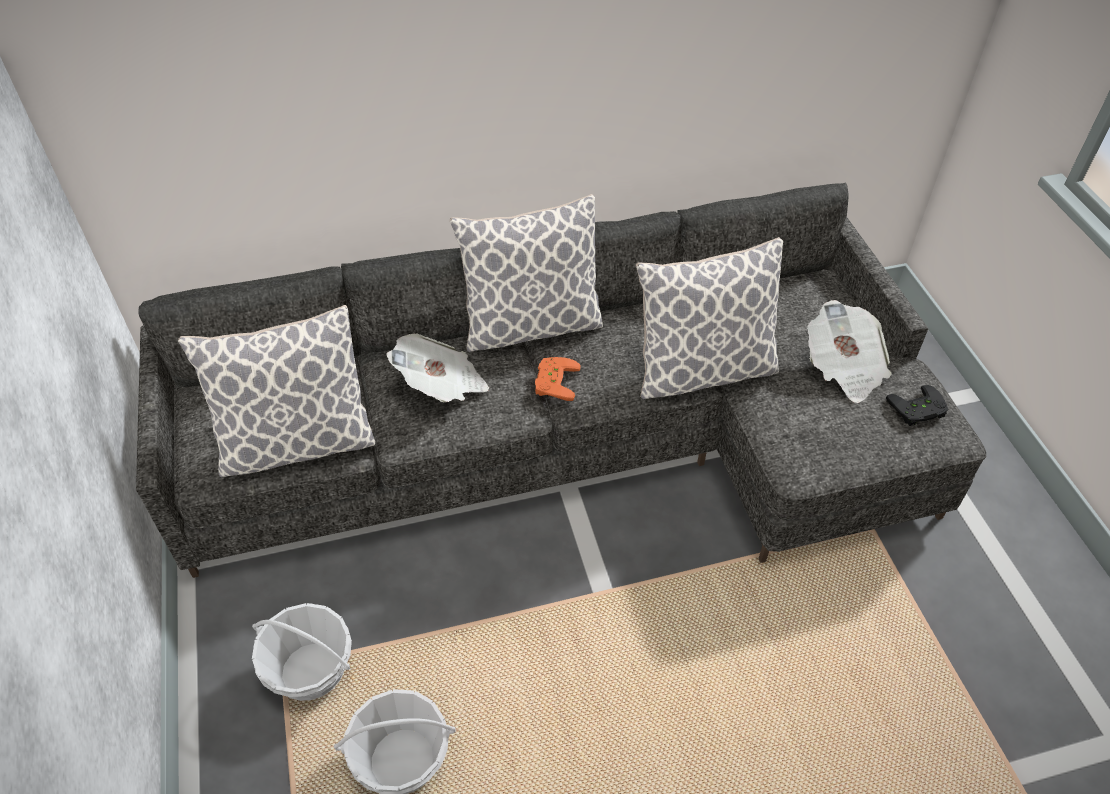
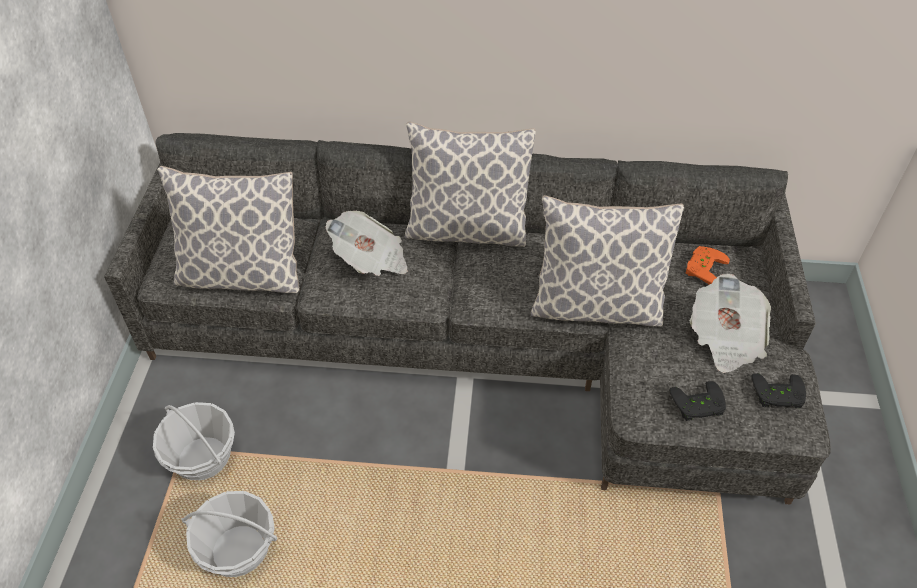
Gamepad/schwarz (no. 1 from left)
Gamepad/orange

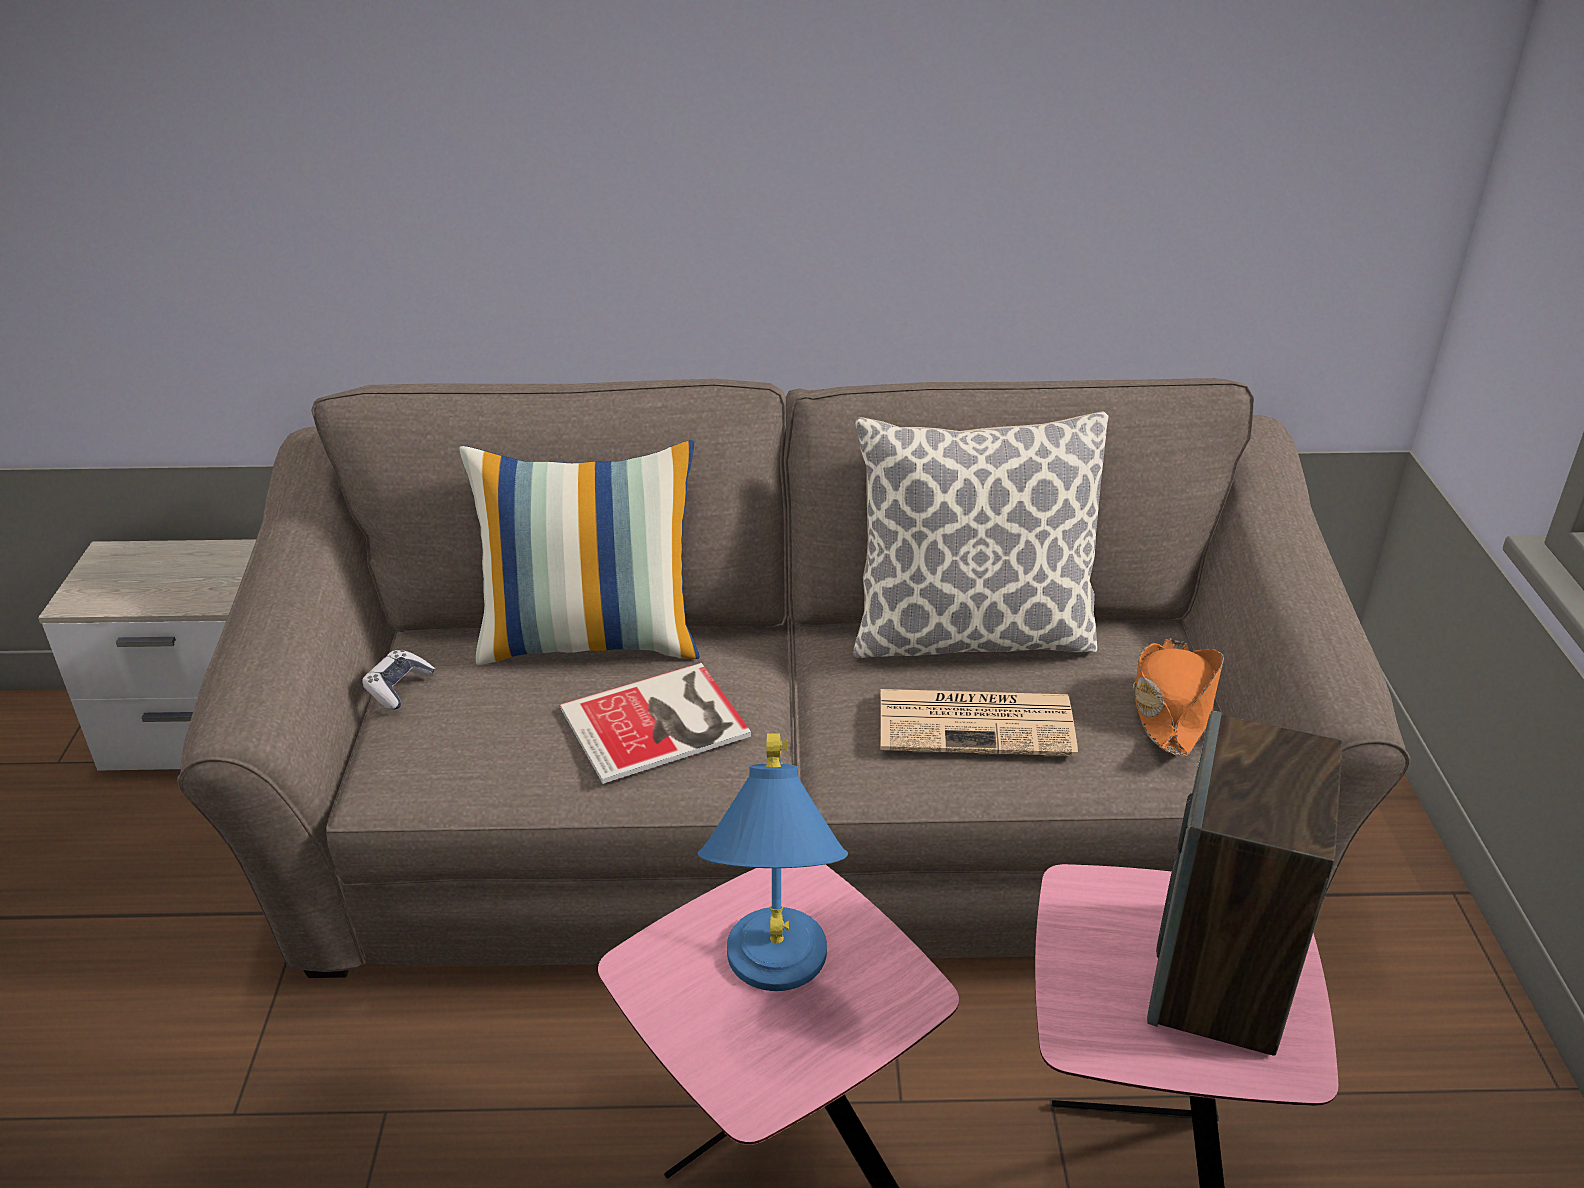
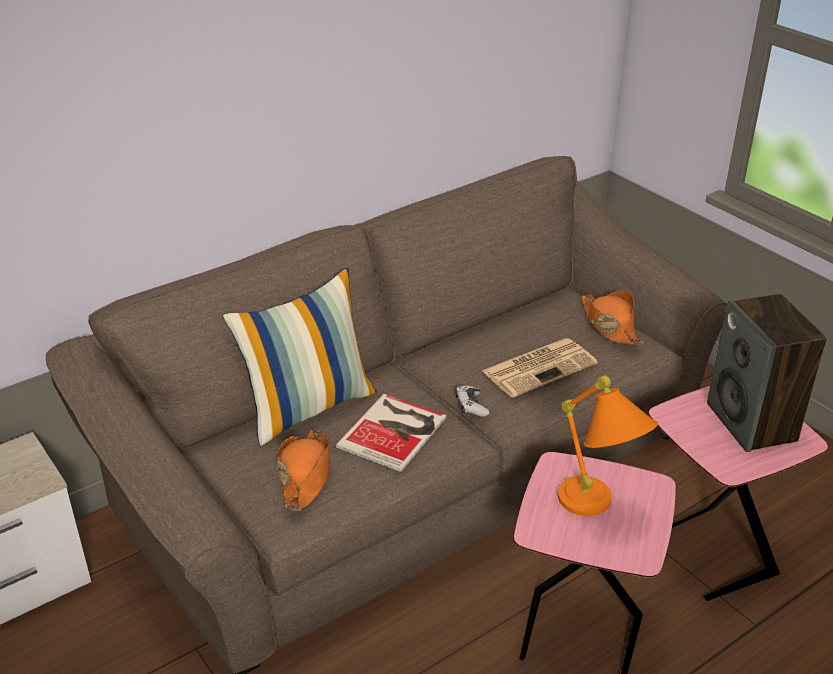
Kissen (no. 2 from left in the first image)
Hut/orange (no. 1 from left)
Gamepad
Tischlampe/orange

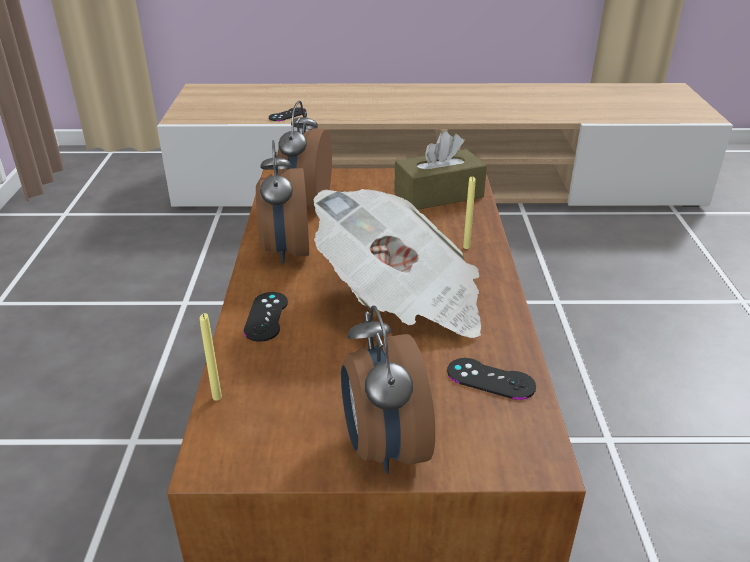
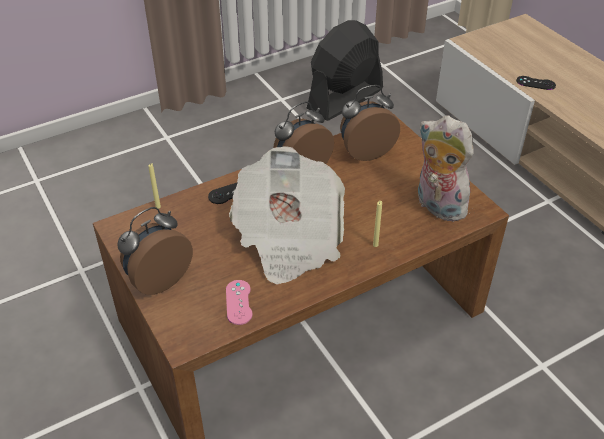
Ventilator/schwarz
Plüschtier
Gamepad/rosa

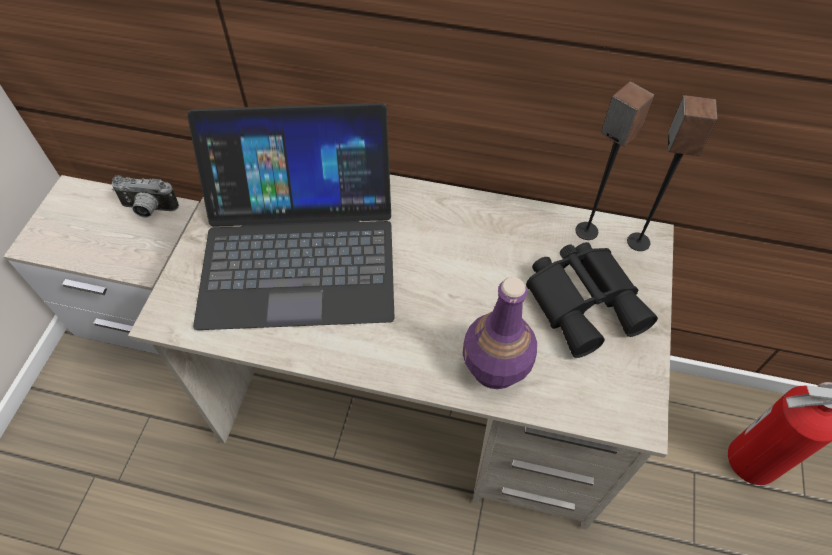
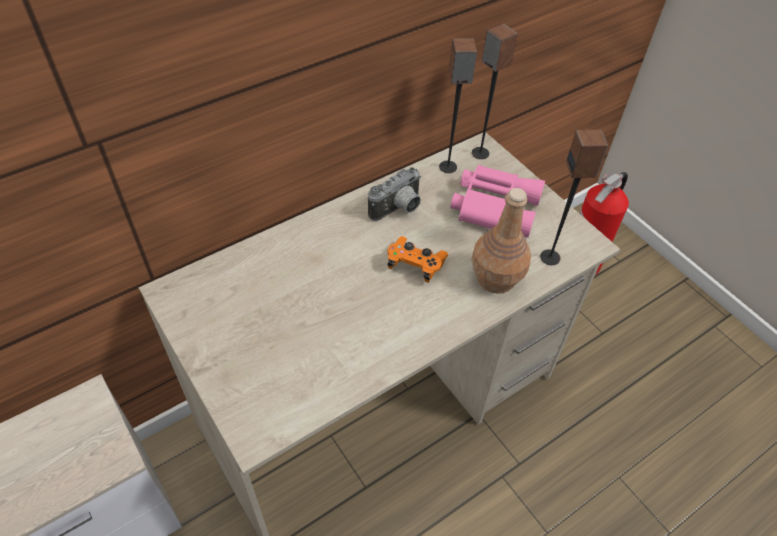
Laptop
Gamepad/orange
Lautsprecher (no. 3 from left)
Kamera
Flasche/braun
Fernglas/rosa

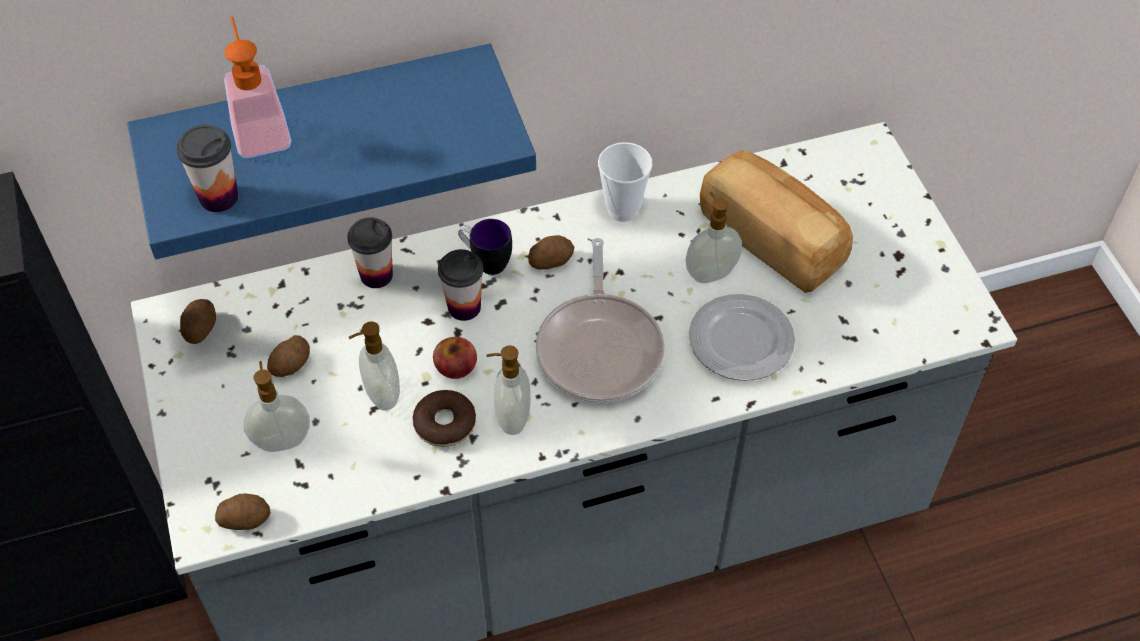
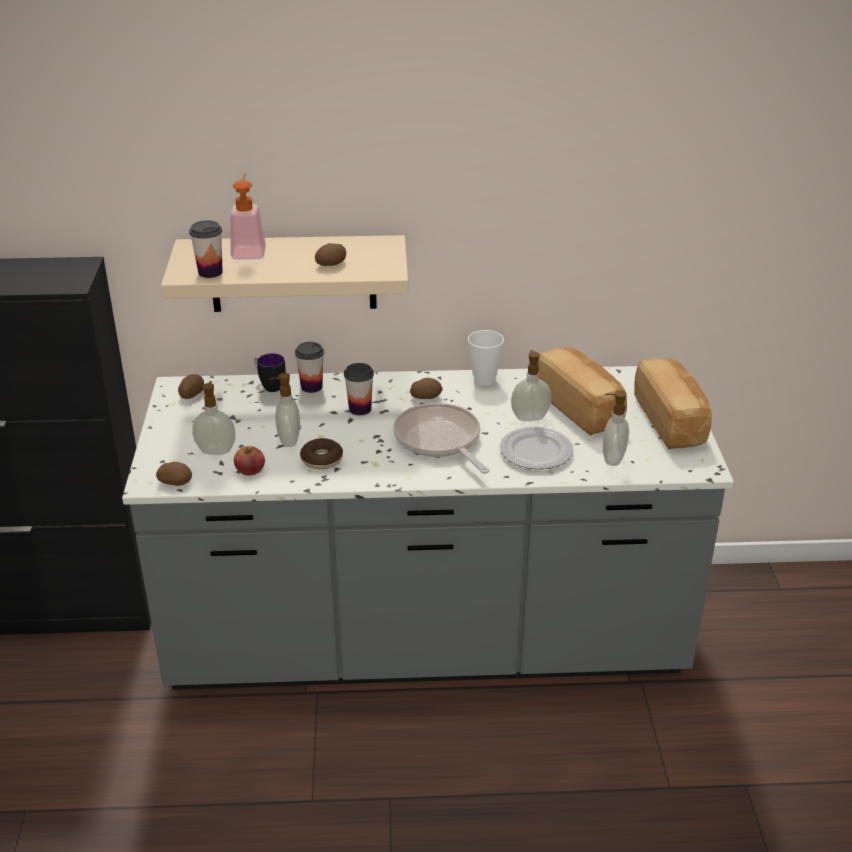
Brot (no. 2 from left)
Kartoffel (no. 3 from left)
Apfel
Henkelbecher
Seifenspender (no. 5 from left)
Wandregal/beige
Pfanne

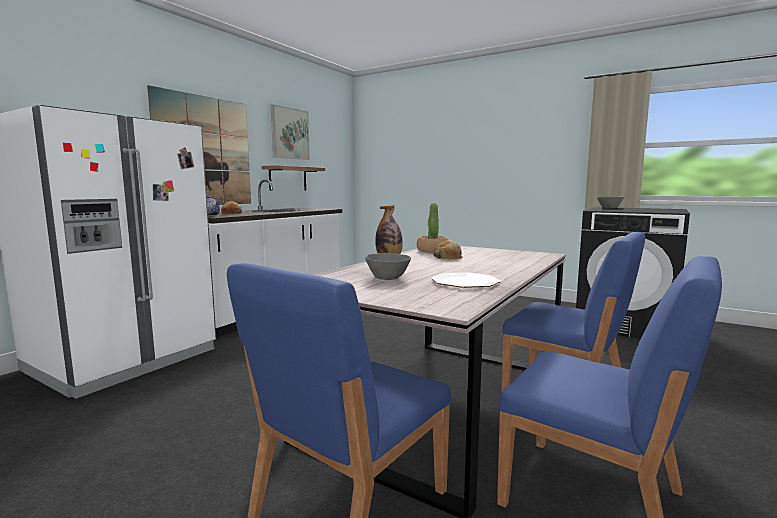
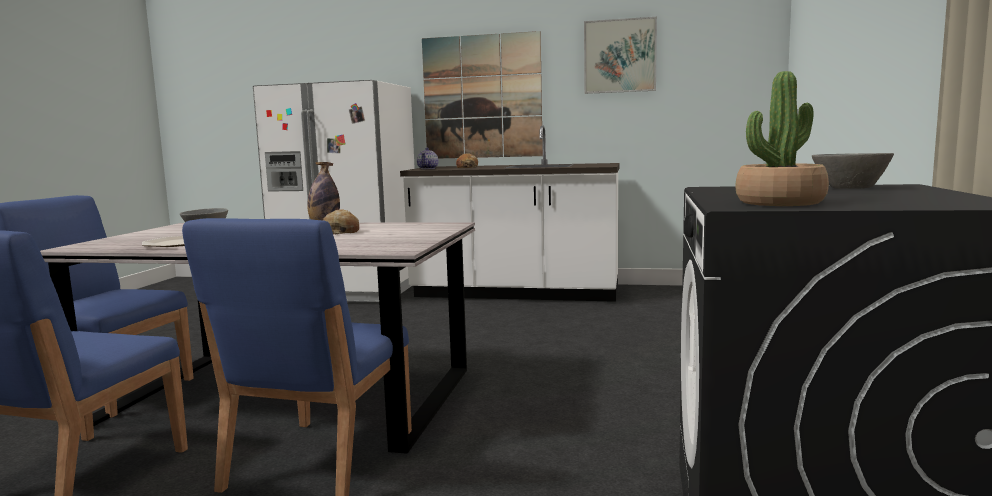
Wandregal
Topfpflanze

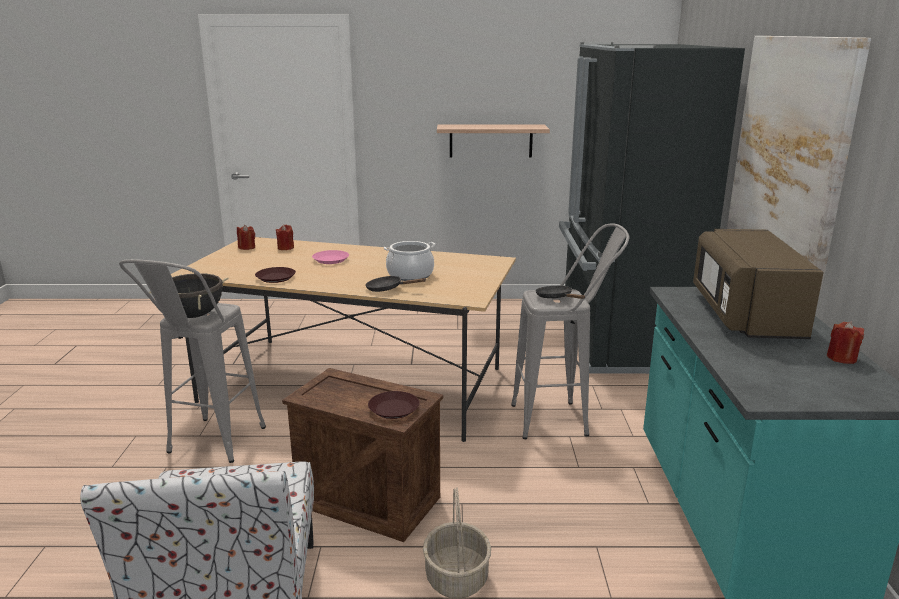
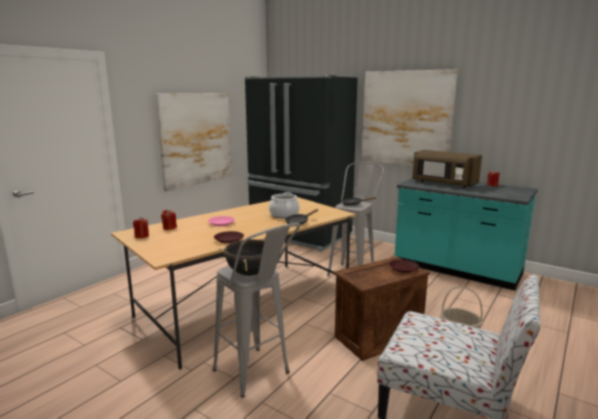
Bild (no. 1 from left)

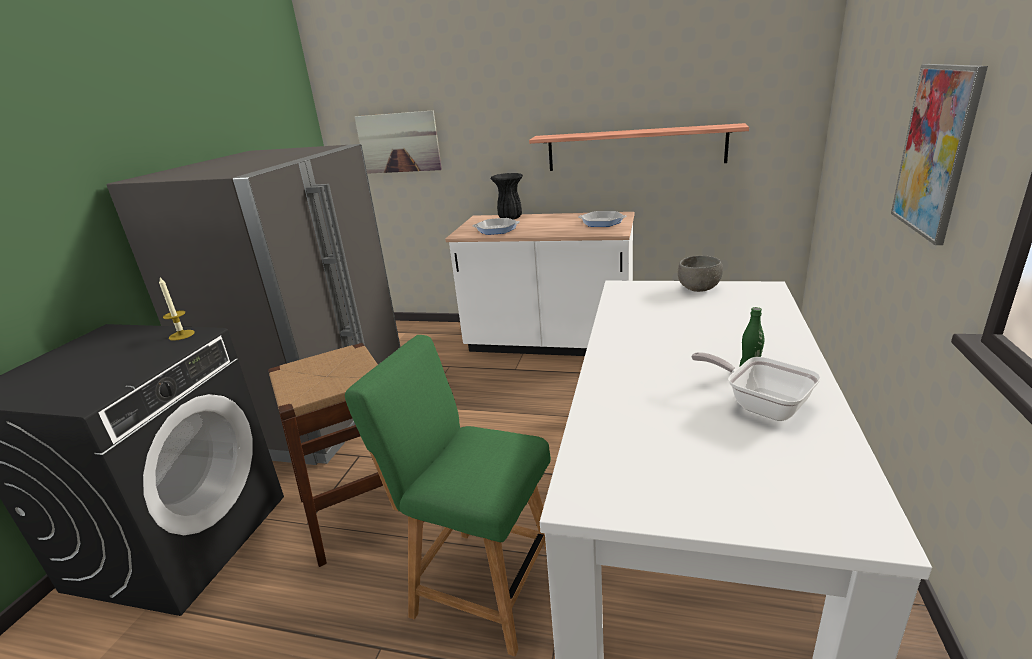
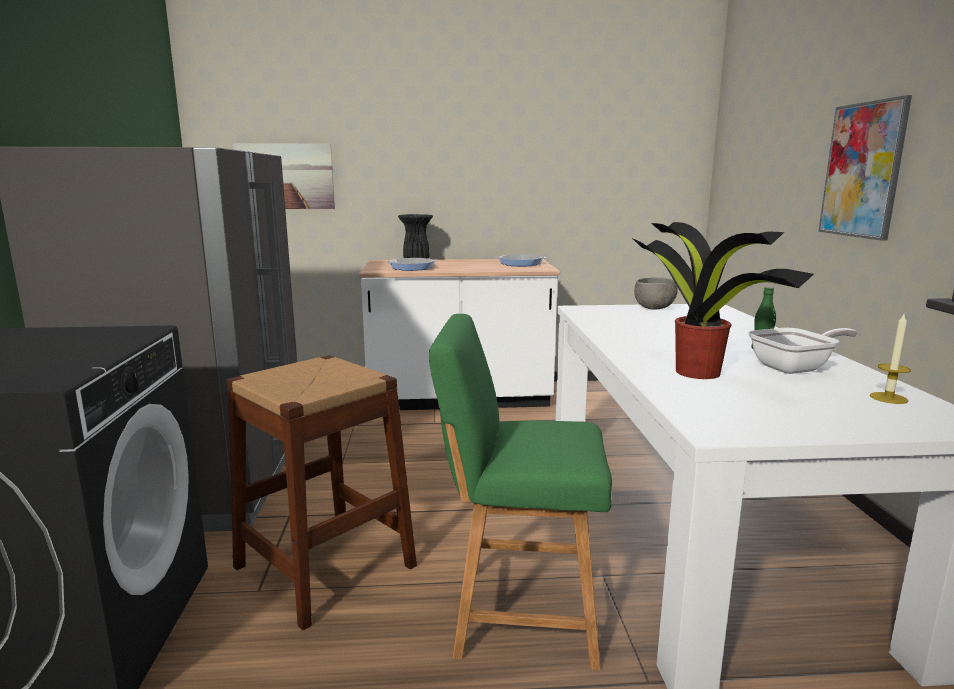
Wandregal
Topfpflanze
Kerze
Pfanne (no. 3 from left)

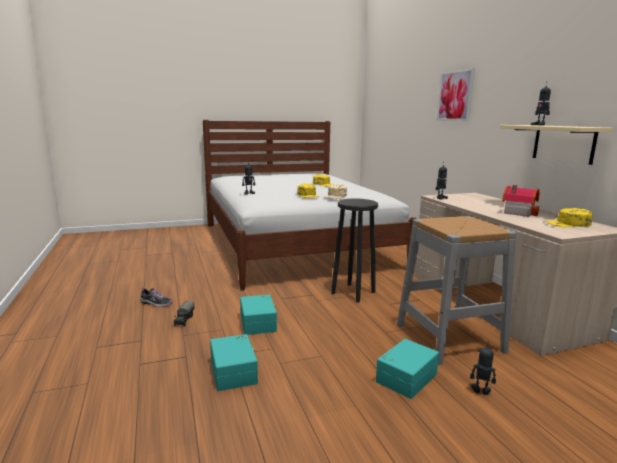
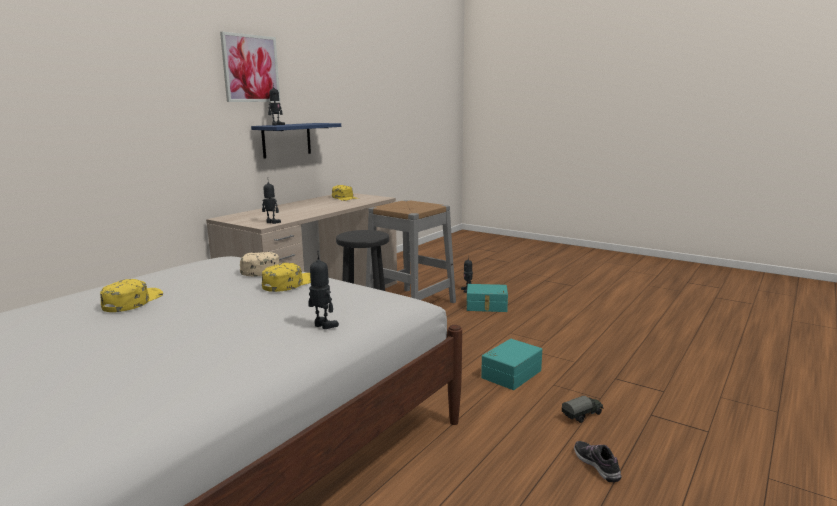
Aufbewahrungsbox/türkis (no. 1 from left in the first image)
Spielzeughaus
Bild
Wandregal/blau

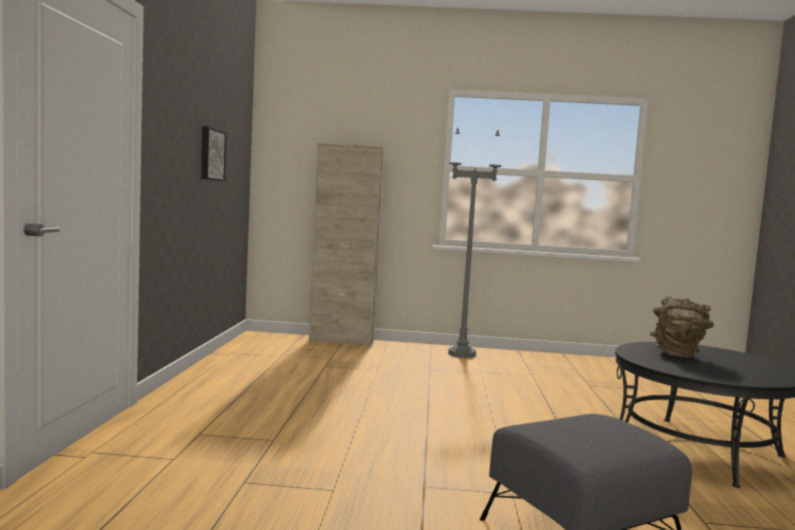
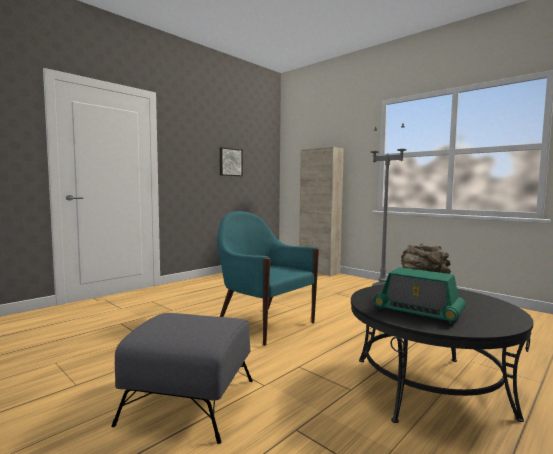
Sessel/türkis
Radio

